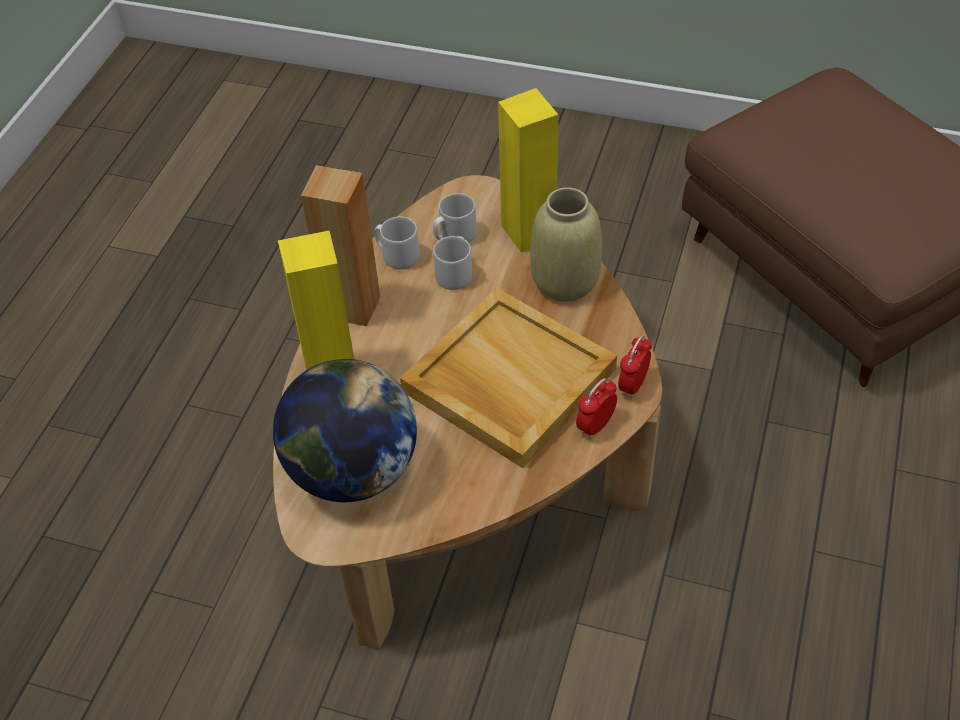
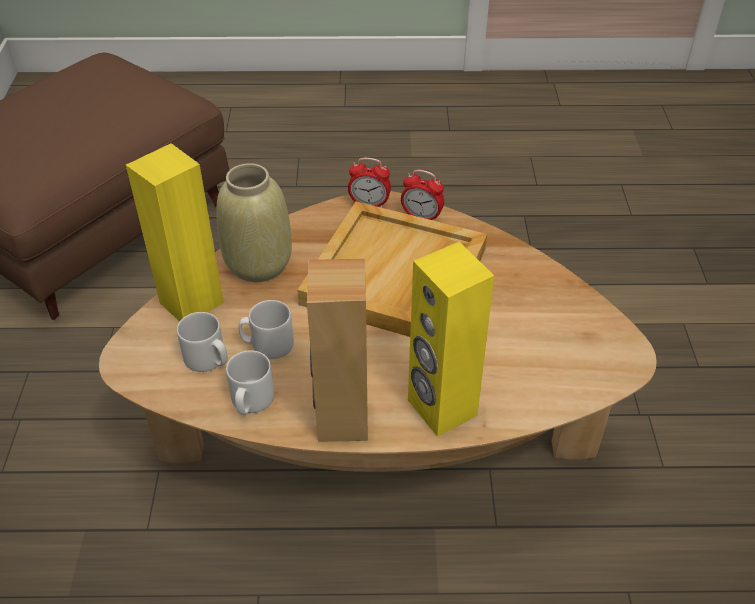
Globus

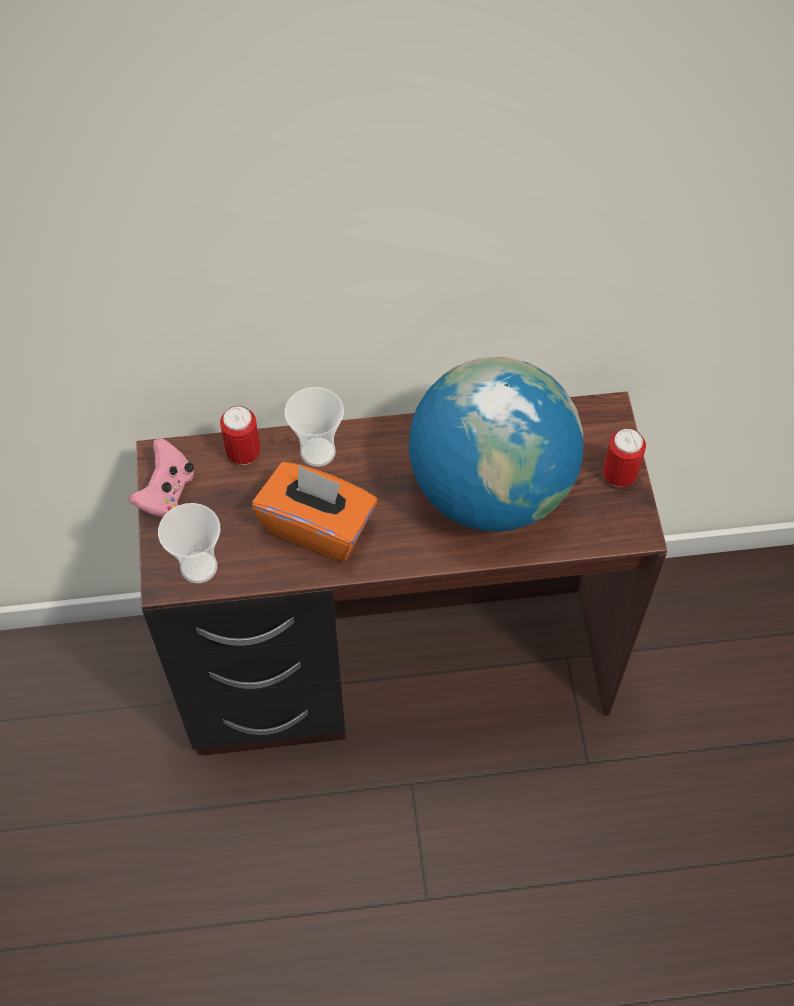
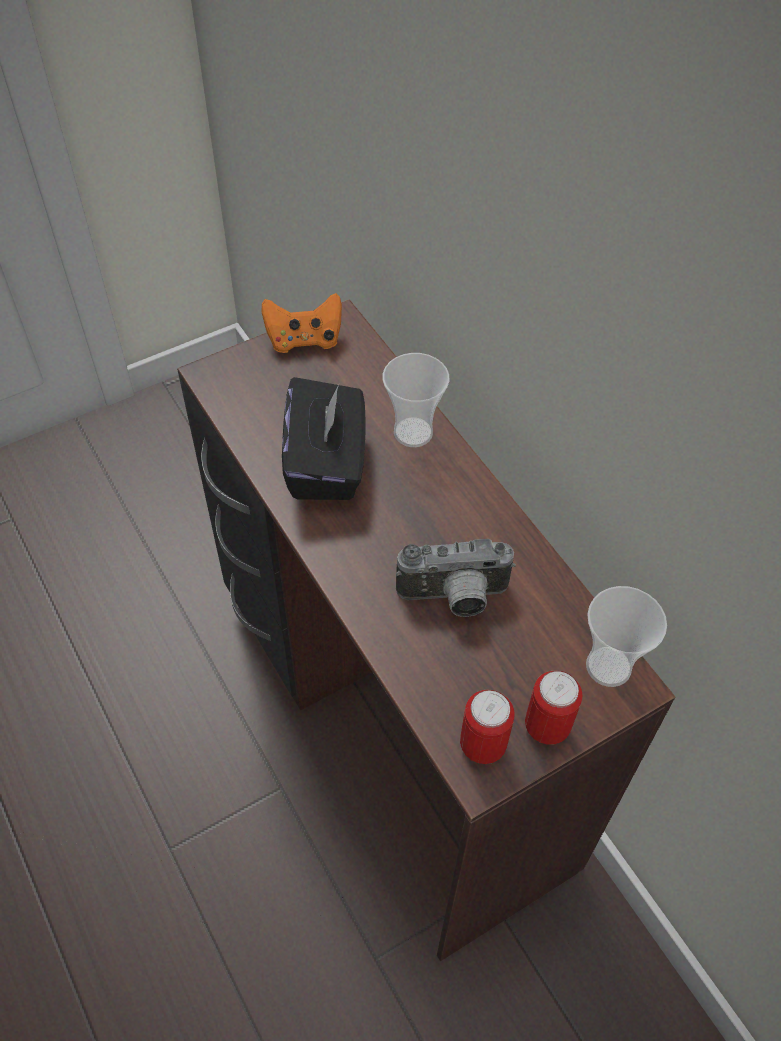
Tasse (no. 2 from left)
Dose (no. 1 from left)
Kamera
Gamepad/orange
Taschentuchbox/schwarz

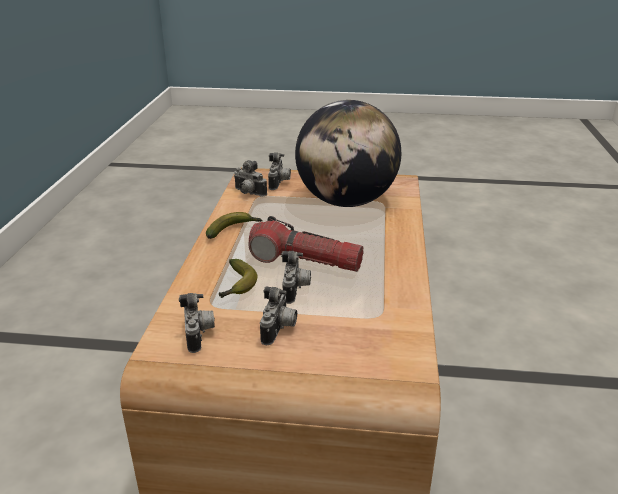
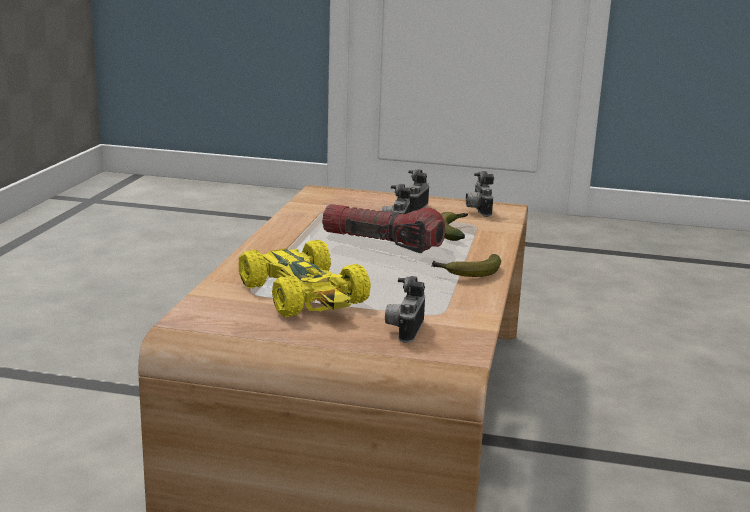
Kamera (no. 2 from left in the first image)
Spielzeugauto/gelb

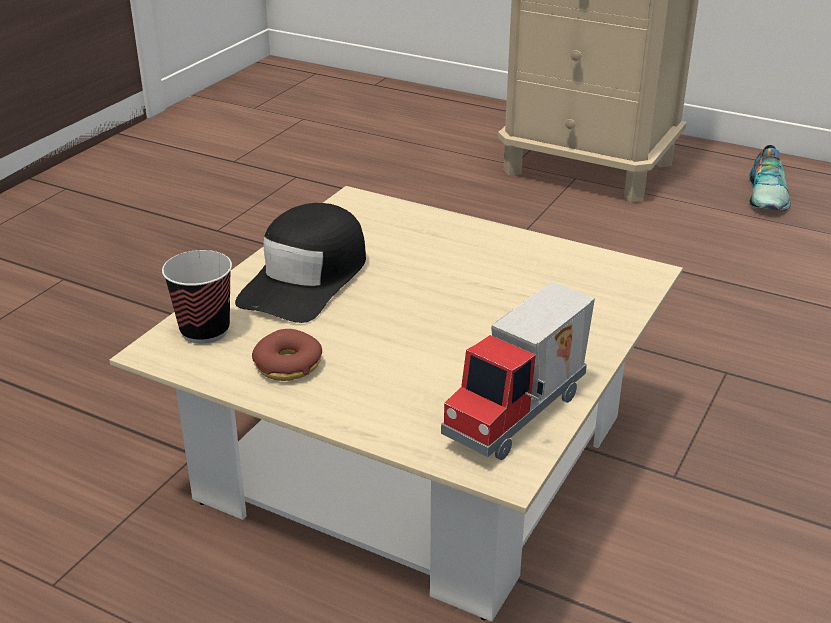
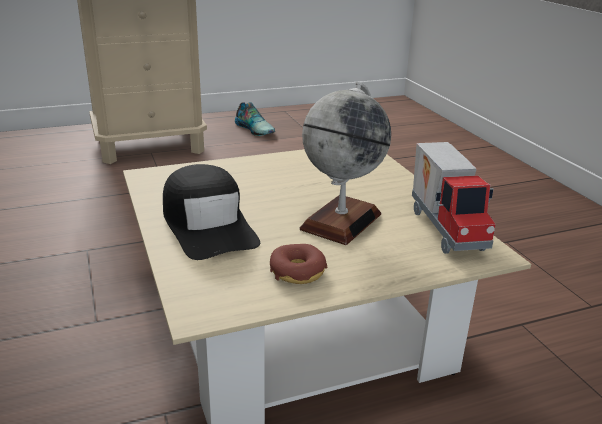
Tasse
Globus

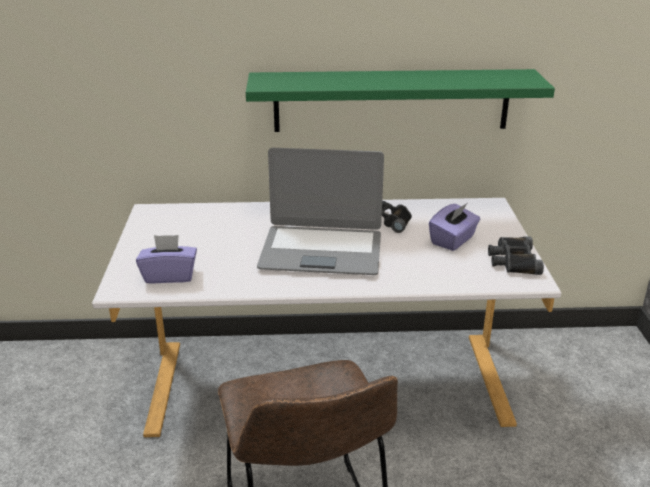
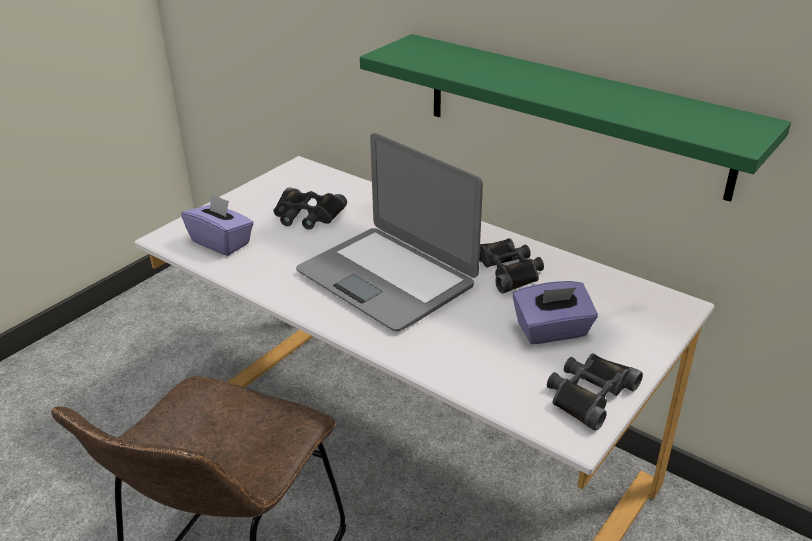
Fernglas/schwarz (no. 1 from left)

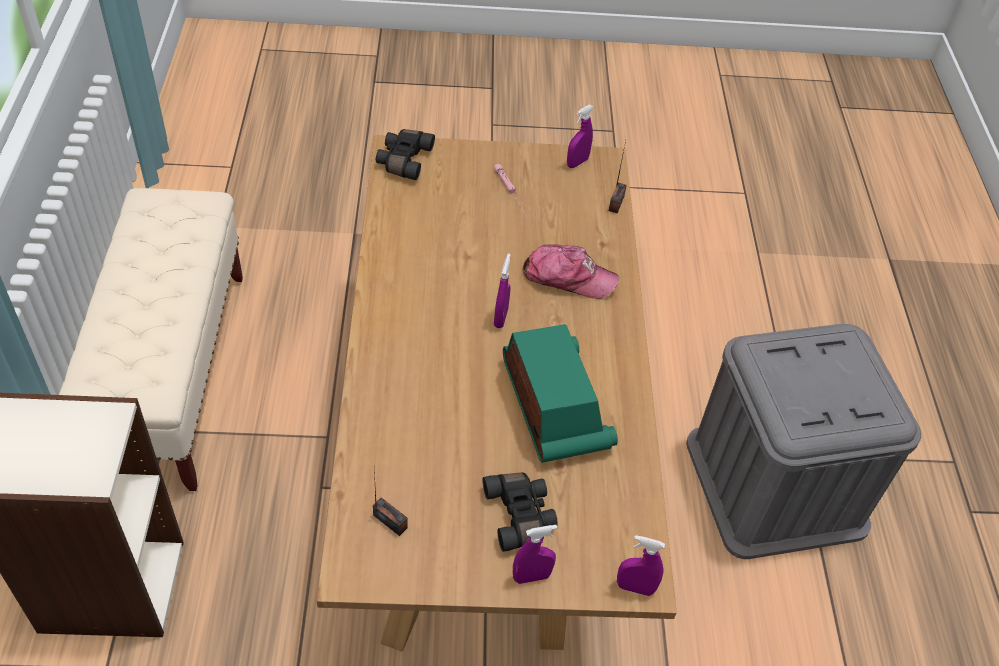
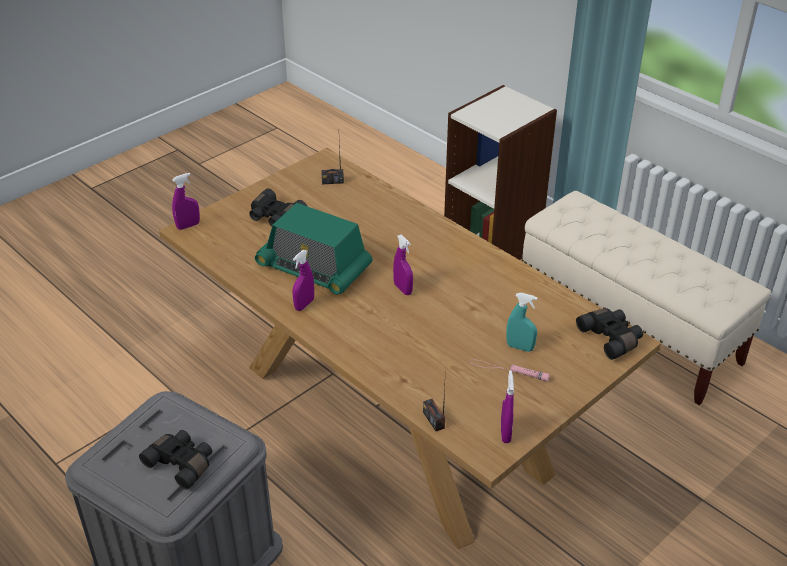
Kappe
Fernglas/schwarz (no. 1 from left)
Sprühflasche/türkis
Sprühflasche/lila (no. 2 from left)

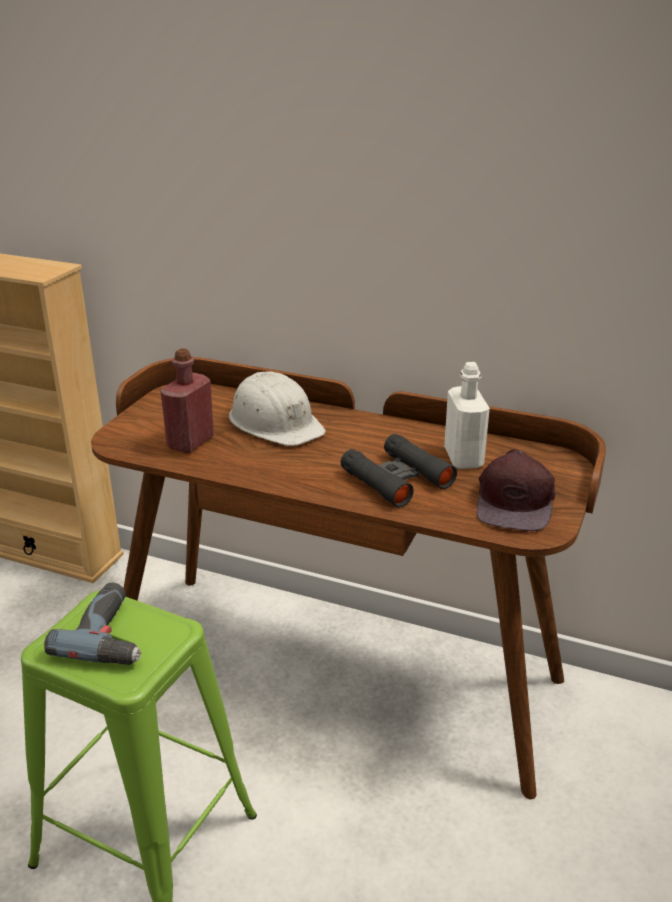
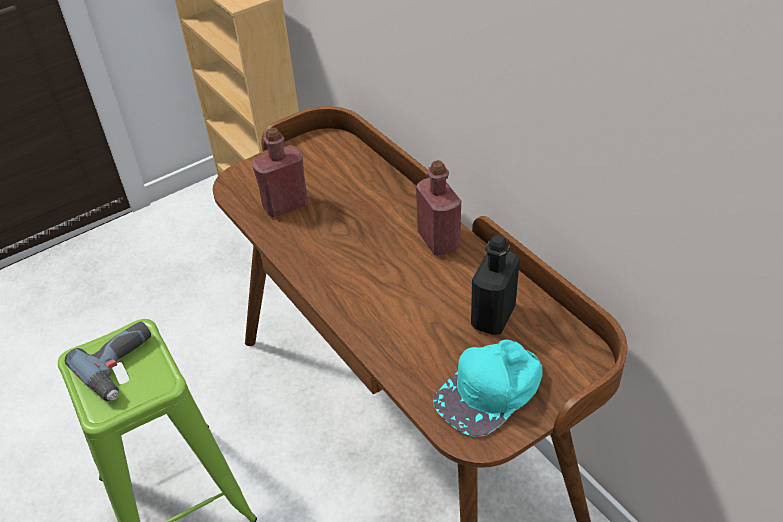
Schutzhelm/weiß
Fernglas/schwarz
Flasche/rot (no. 2 from left)
Flasche/schwarz
Kappe/türkis

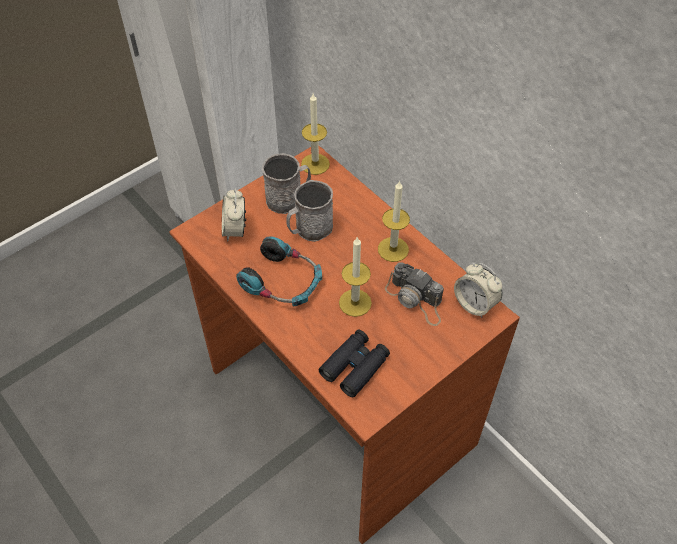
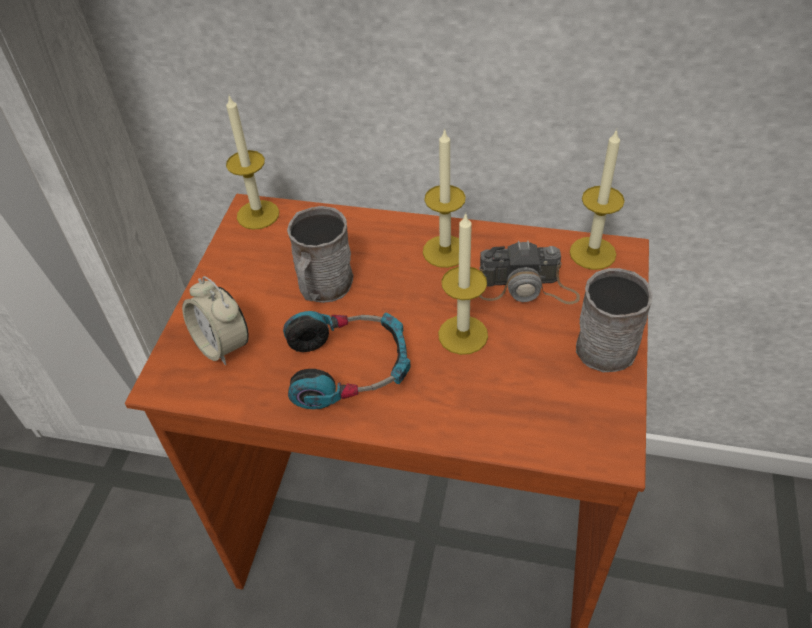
Fernglas/schwarz
Henkelbecher/grau (no. 2 from left)
Kerze (no. 4 from left)

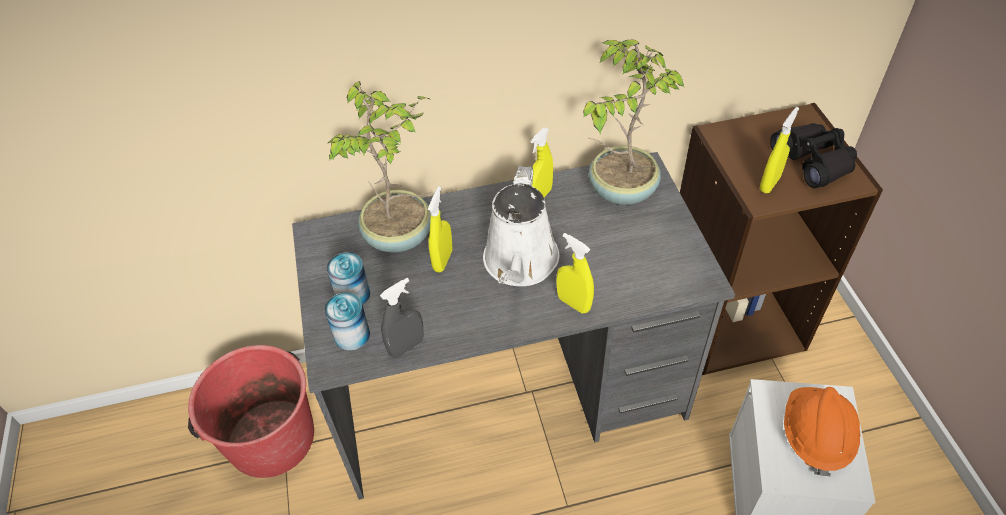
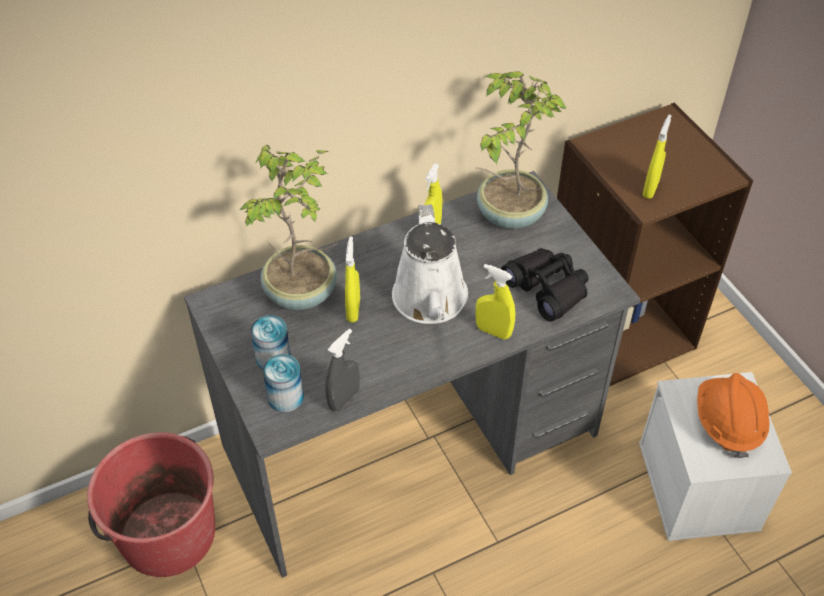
Fernglas/schwarz

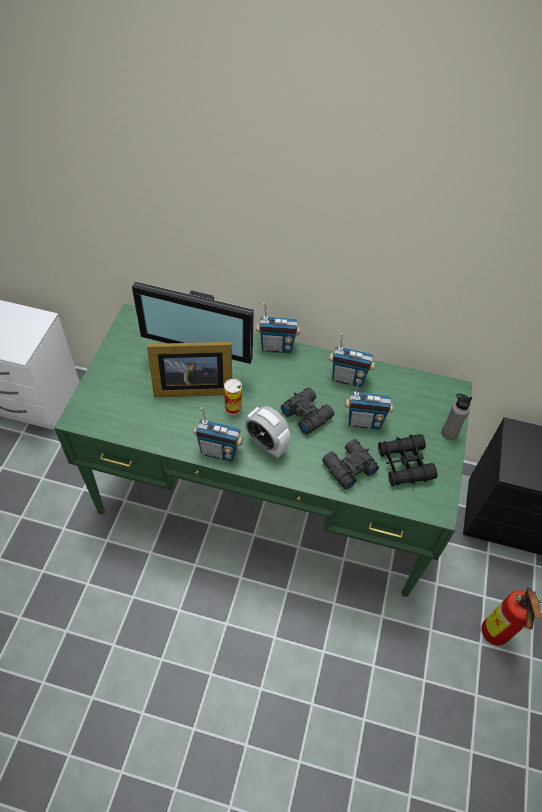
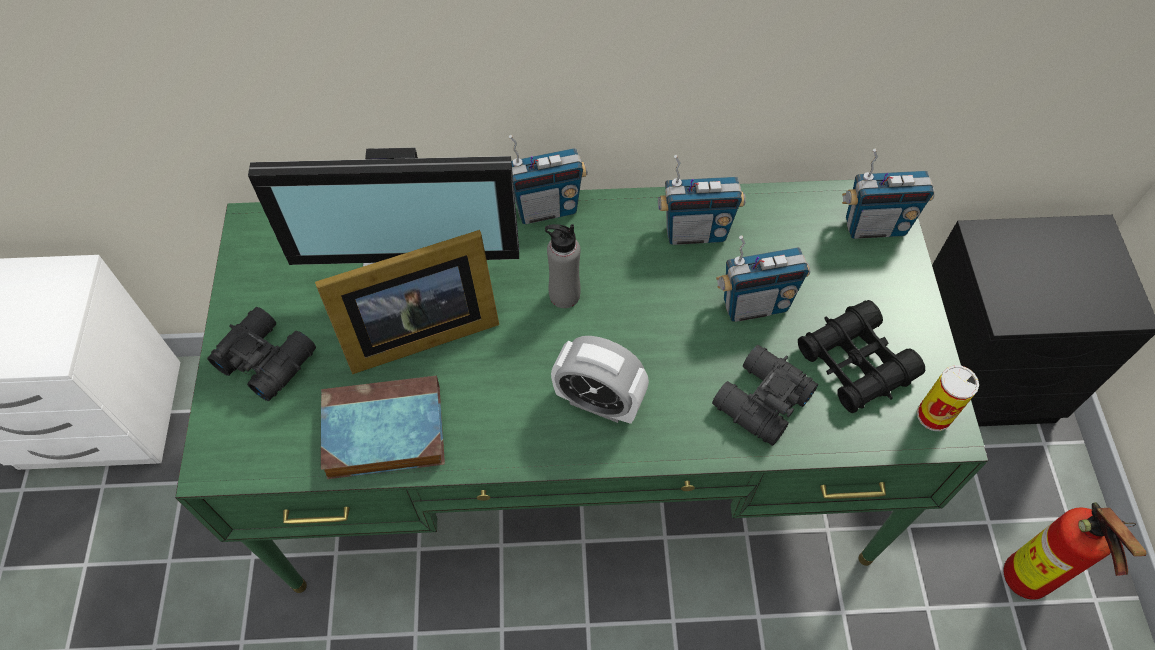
Buch
Radio (no. 4 from left)
Dose
Fernglas/schwarz (no. 1 from left)
Flasche/grau

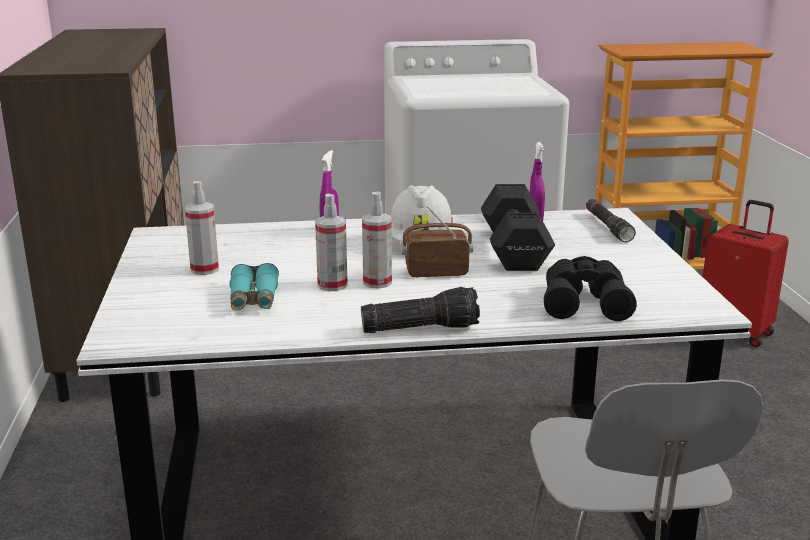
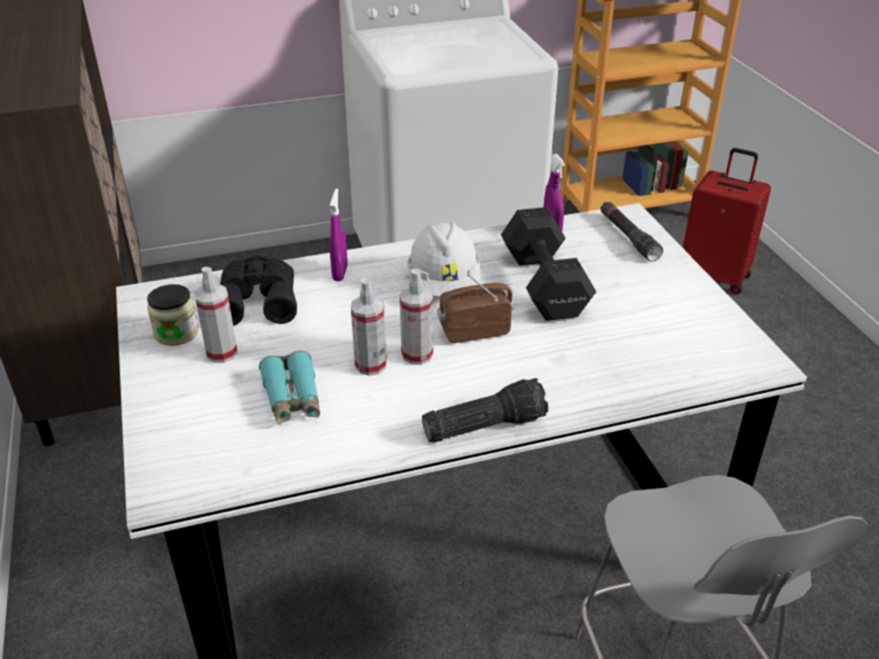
Vorratsglas
Fernglas/schwarz

